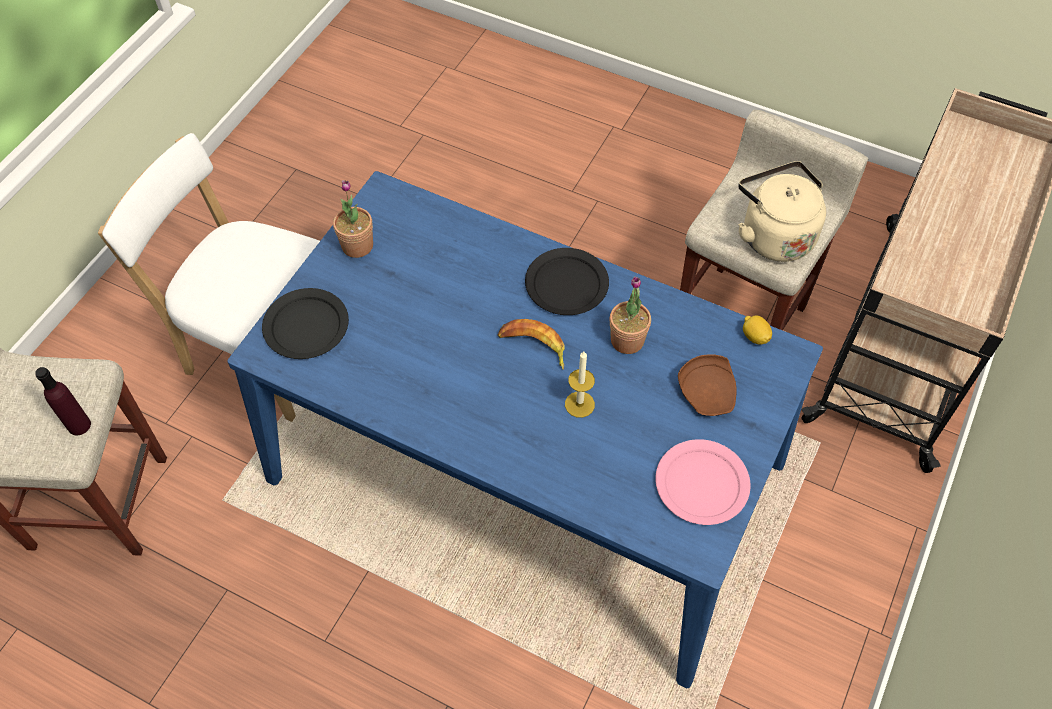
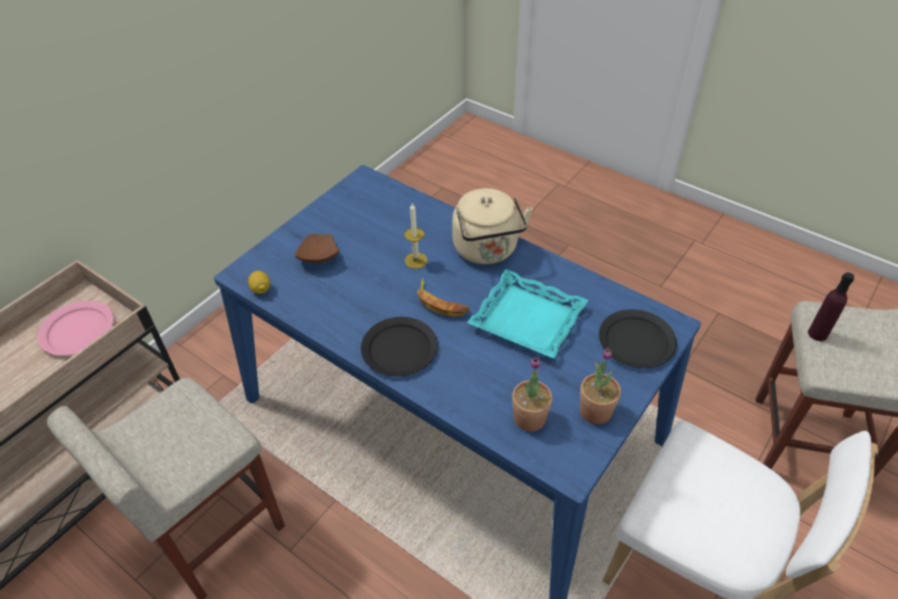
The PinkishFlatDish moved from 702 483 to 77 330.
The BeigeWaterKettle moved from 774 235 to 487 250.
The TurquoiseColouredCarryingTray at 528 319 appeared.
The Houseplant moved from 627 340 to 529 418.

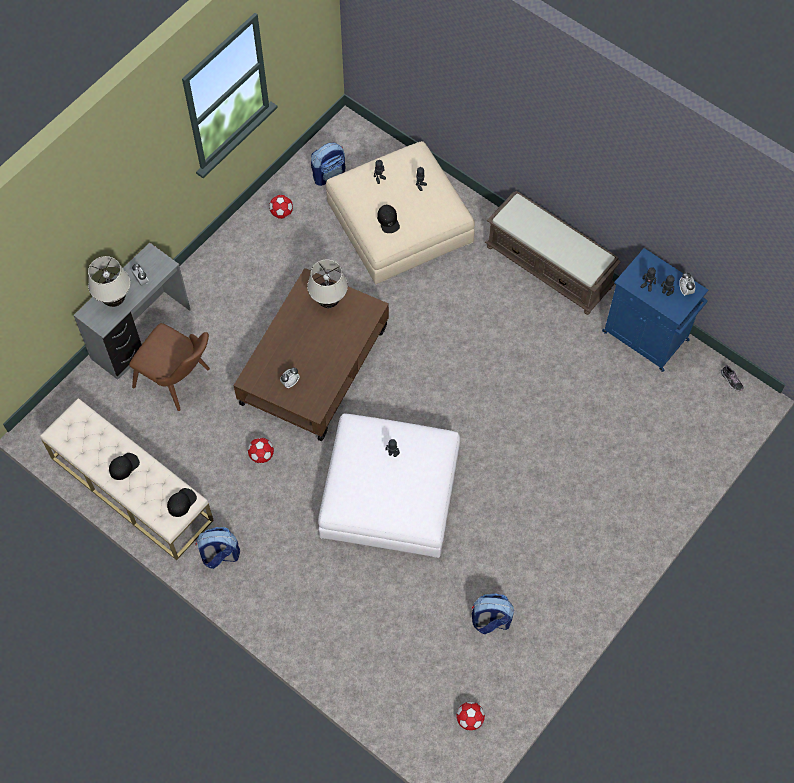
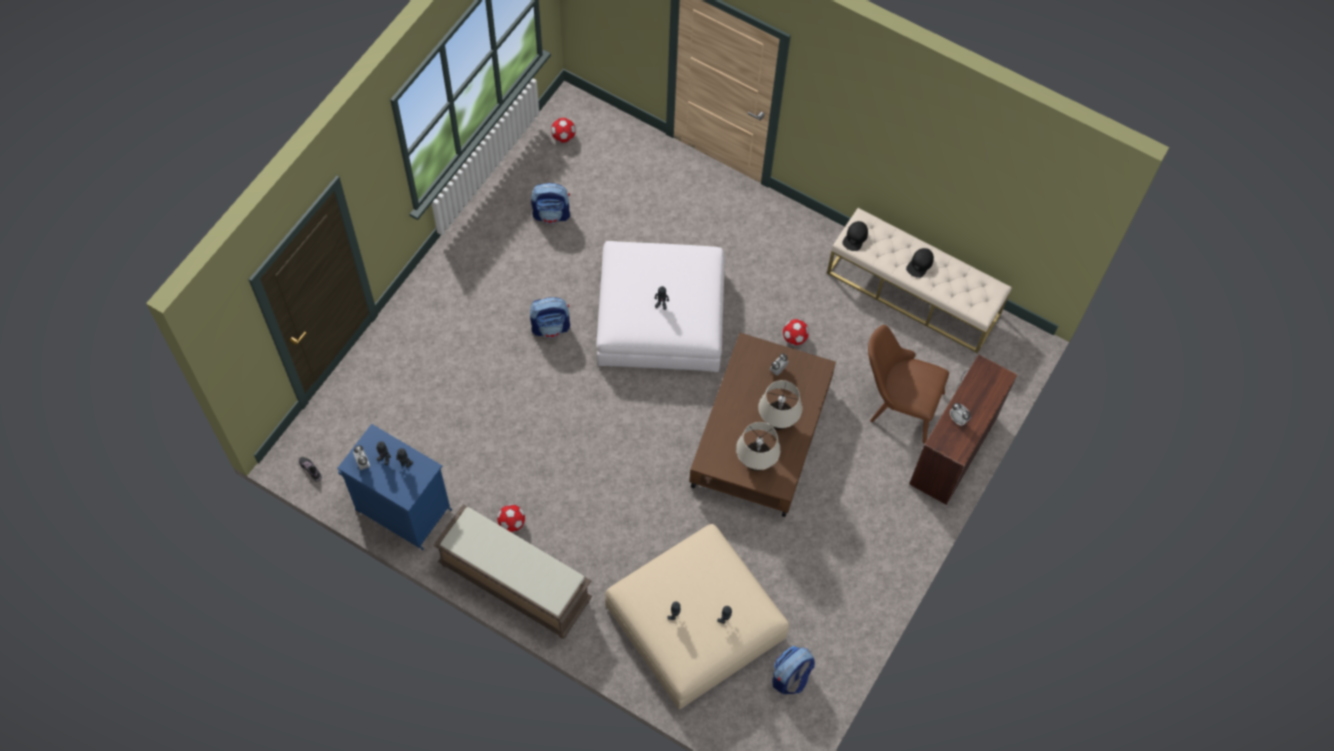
The FootballBall moved from 281 213 to 512 523.
The Rucksack moved from 220 555 to 551 327.
The BeigeTableLamp moved from 114 300 to 777 422.
The GrayDeskUnit at 142 334 became the BrownishDeskUnit at 952 450.
The BlackColouredPeakedCap at 388 220 disappeared.

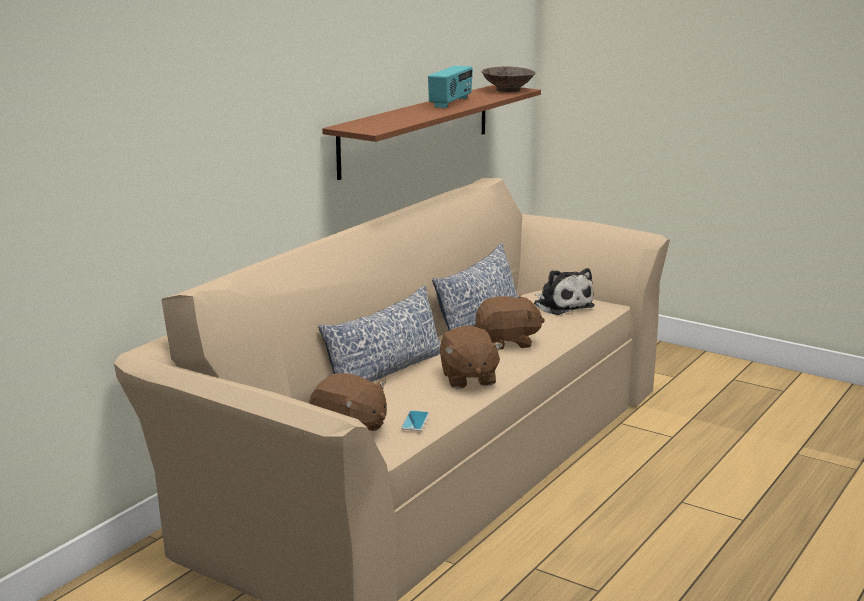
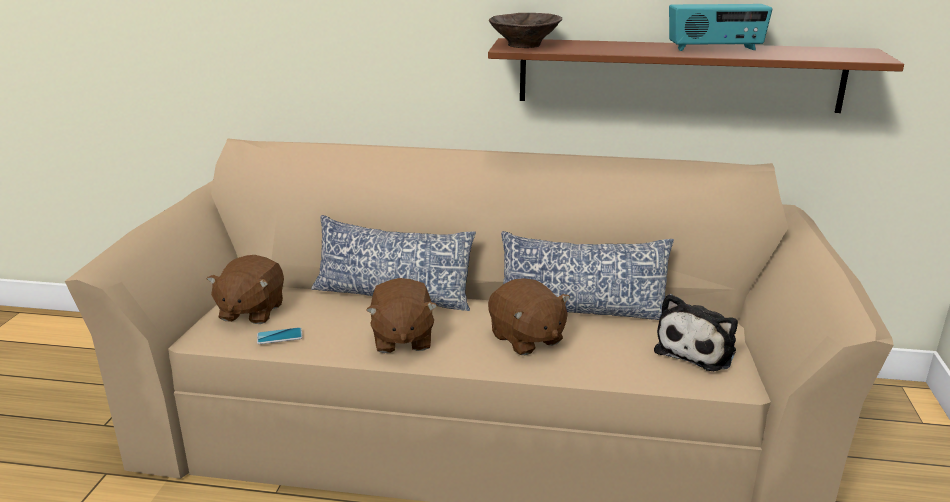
The BrownishSoftToy at 468 378 turned 60 degrees counterclockwise.
The BrownishBowl moved from 507 90 to 524 45.

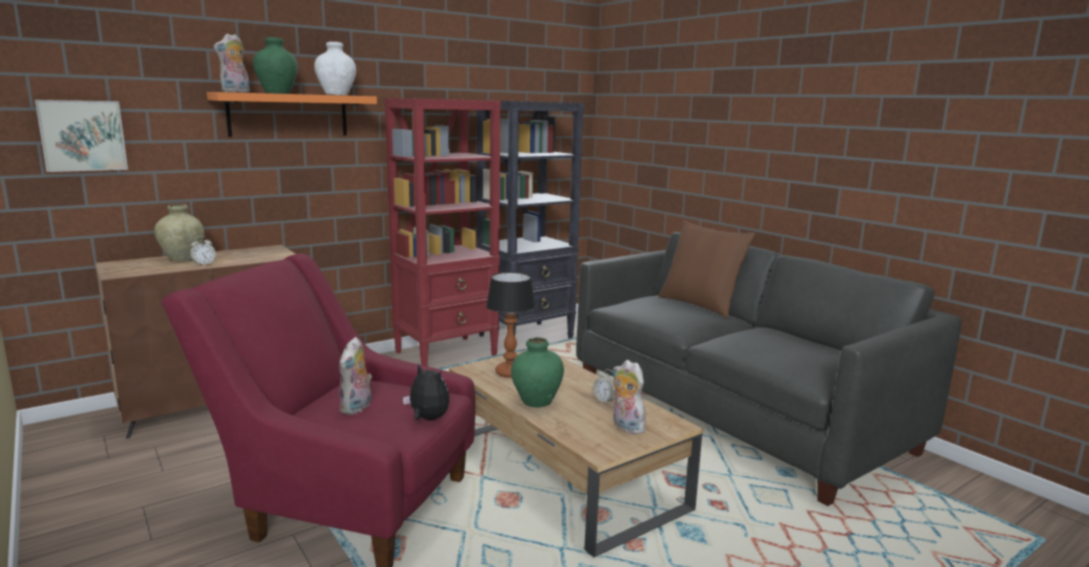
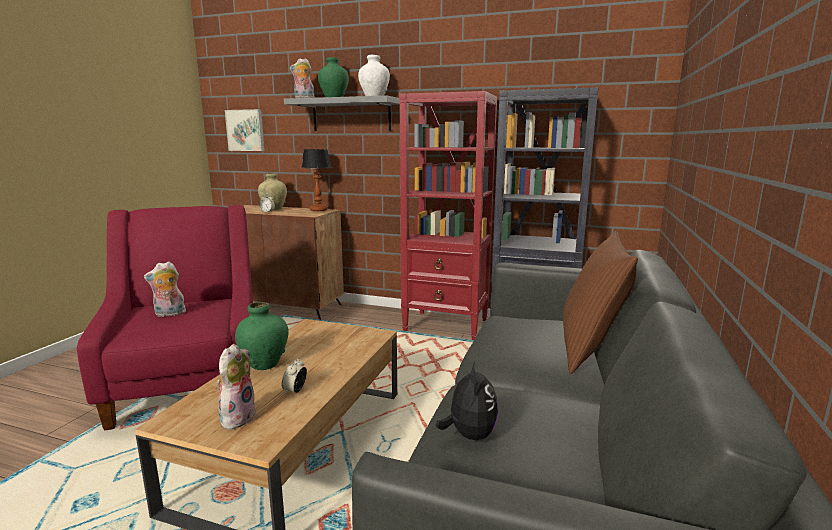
The OrangeBracketShelf at 288 115 became the GrayBracketShelf at 351 115.
The TableLamp moved from 509 373 to 318 210.
The SoftToy moved from 427 419 to 469 435.

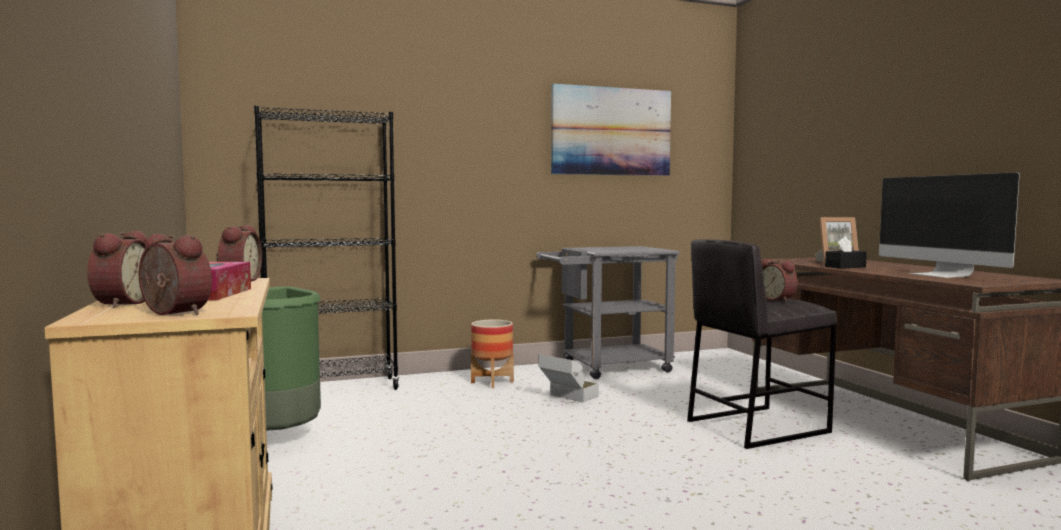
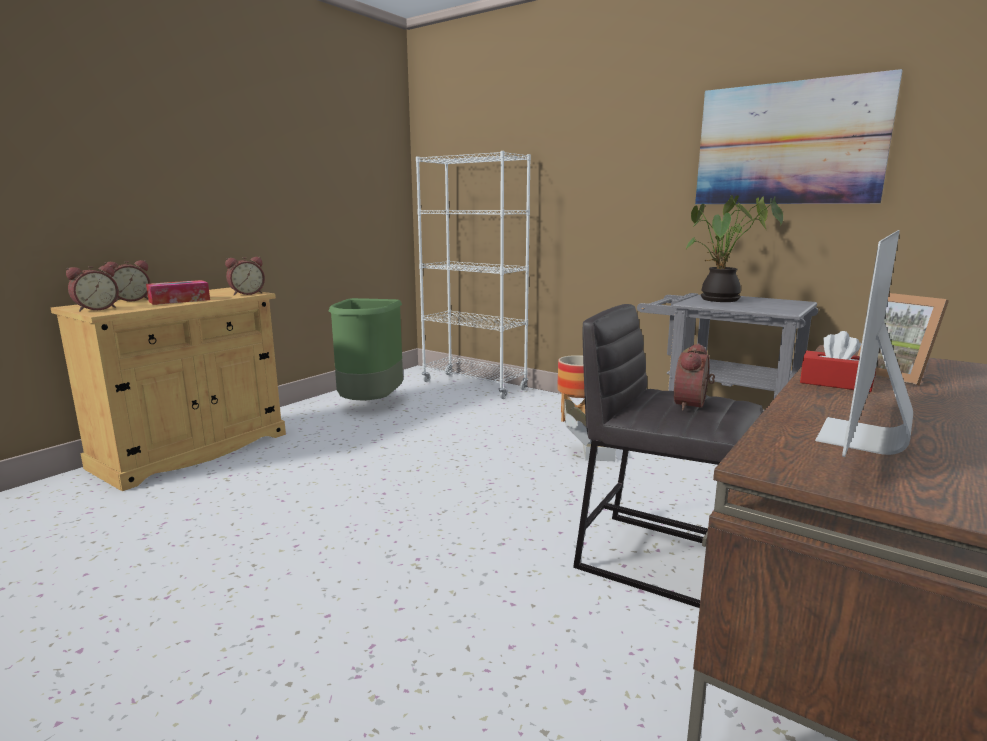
The AlarmClock at 171 313 turned 45 degrees clockwise.
The BlackColouredBookcase at 332 389 became the WhiteBookcase at 474 386.
The Houseplant at 720 300 appeared.
The BlackColouredTissueHolder at 845 267 became the RedColouredTissueHolder at 835 383.

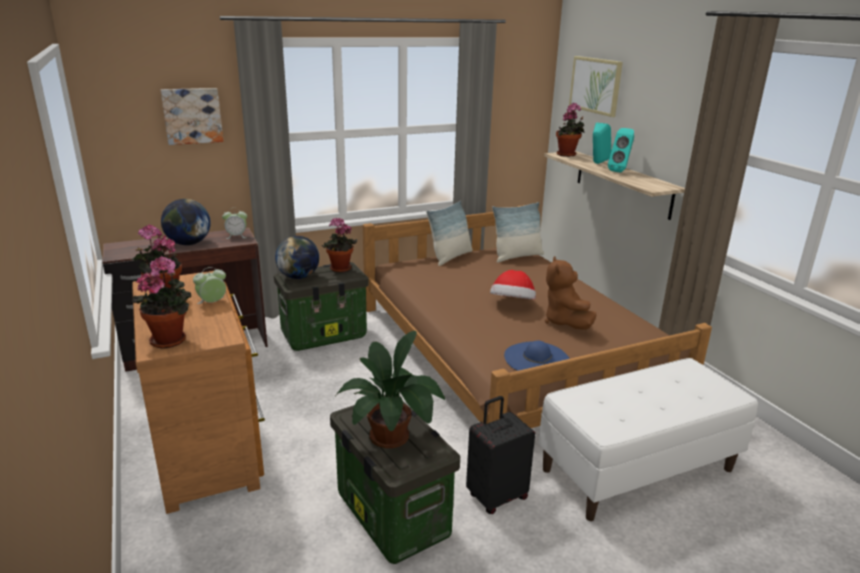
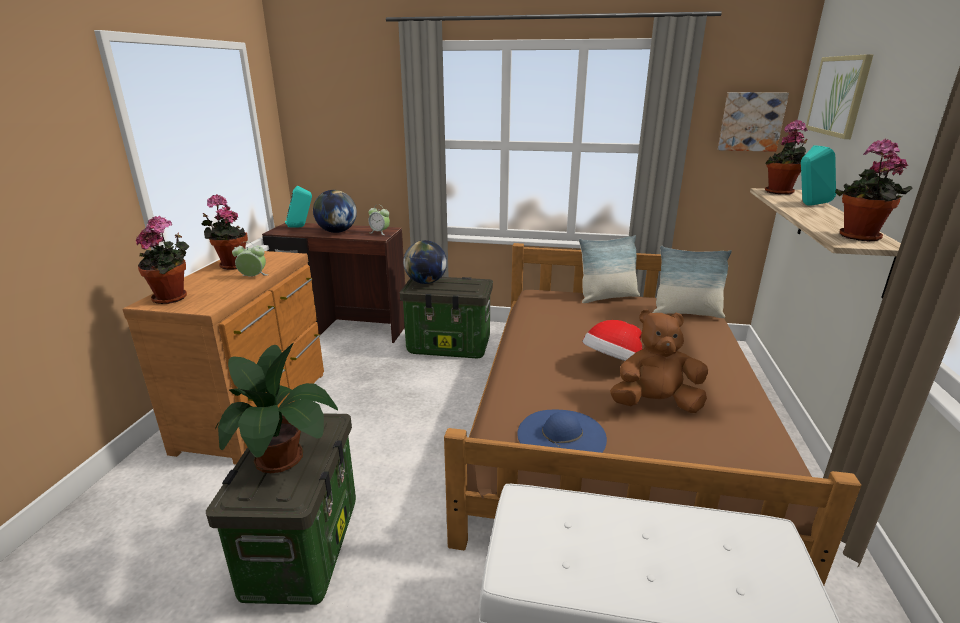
The TurquoiseColouredAudioSpeaker moved from 620 171 to 301 227.
The BrownishSoftToy at 565 322 turned 60 degrees clockwise.
The WallPicture moved from 192 115 to 751 121.
The Houseplant moved from 340 269 to 858 237.
The BlackColouredTravelCase at 496 496 disappeared.

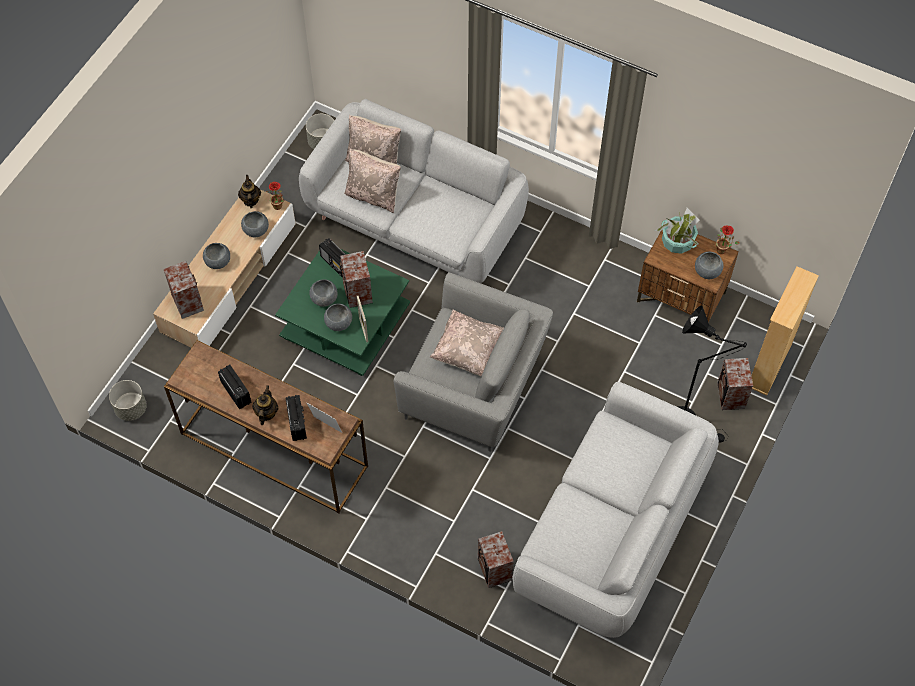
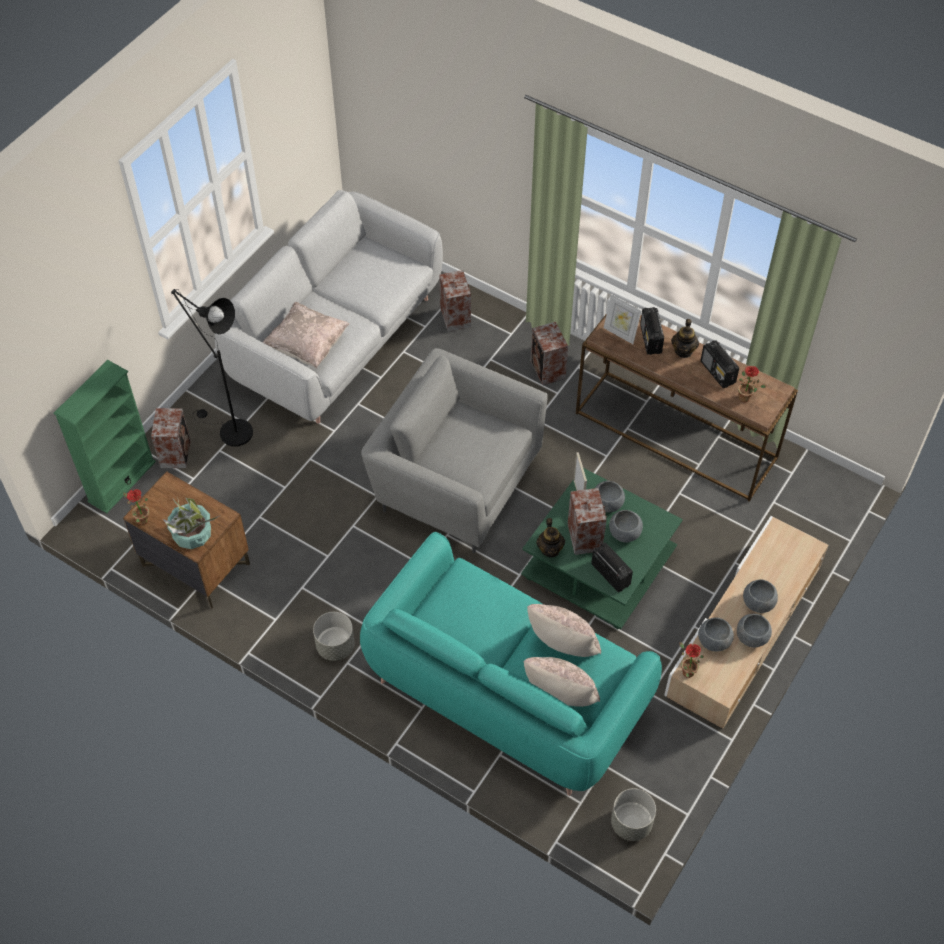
The BeigeBookcase at 769 365 became the GreenBookcase at 121 481.
The BeigeThrowPillow moved from 468 351 to 307 346.
The GrayPlantPot moved from 131 408 to 335 646.
The GraySettee at 416 220 became the TurquoiseColouredSettee at 506 691.
The AudioSpeaker moved from 187 301 to 547 371.
The PotForTea moved from 250 200 to 550 549.
The GrayBowl moved from 707 271 to 752 637.
The Houseplant at 746 398 appeared.

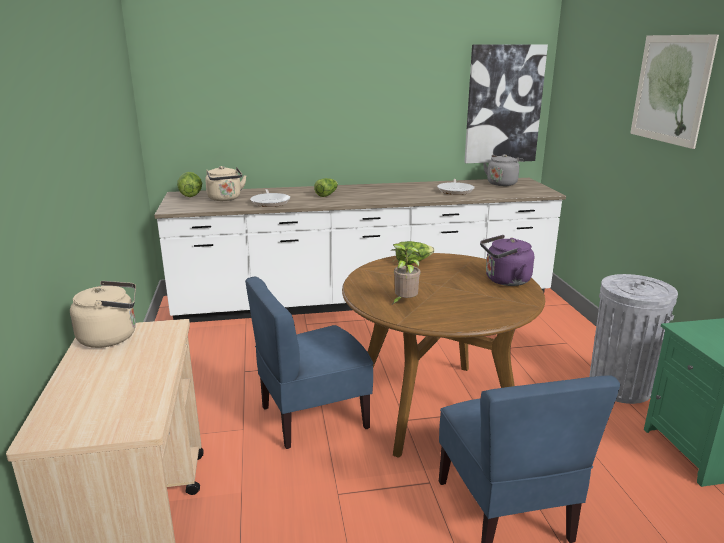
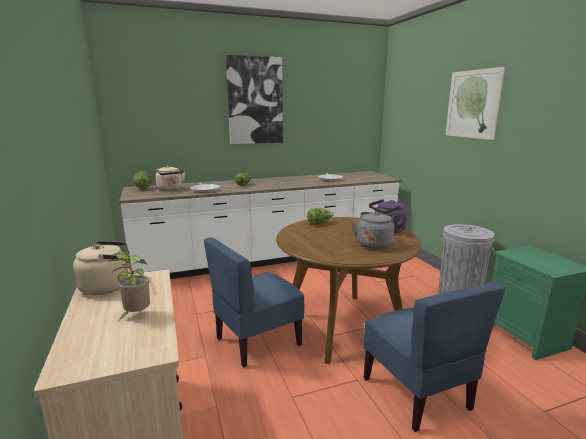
The Houseplant moved from 404 302 to 136 315.
The WallPicture moved from 503 104 to 255 101.
The GrayWaterKettle moved from 502 183 to 374 244.

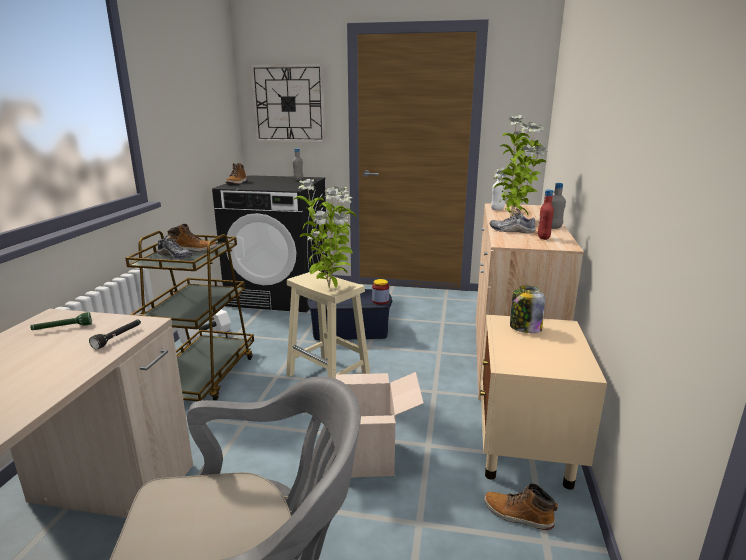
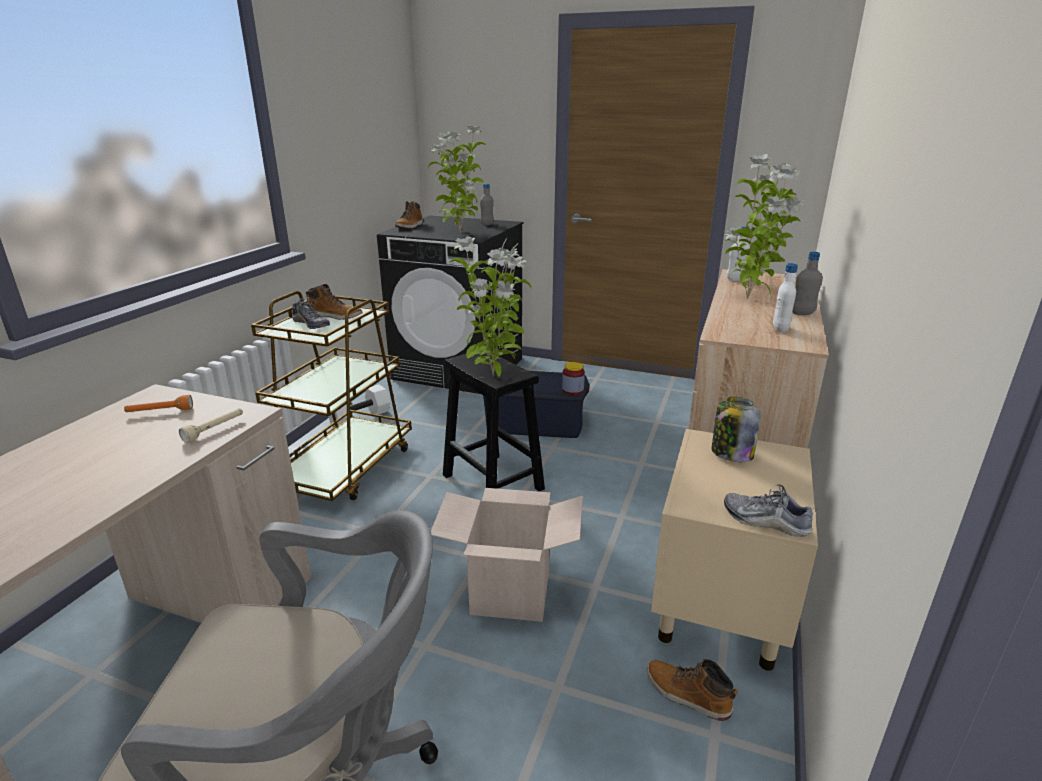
The GreenHandTorch at 62 328 became the OrangeHandTorch at 160 412.
The BlackColouredHandTorch at 118 338 became the BeigeHandTorch at 215 430.
The Houseplant at 459 232 appeared.
The BeigeSittingStool at 329 376 became the BlackColouredSittingStool at 494 483.
The Shoe moved from 511 230 to 765 521.
The RedColouredDrinkBottle at 543 238 became the WhiteDrinkBottle at 780 329.
The ClockOnTheWall at 288 104 disappeared.

